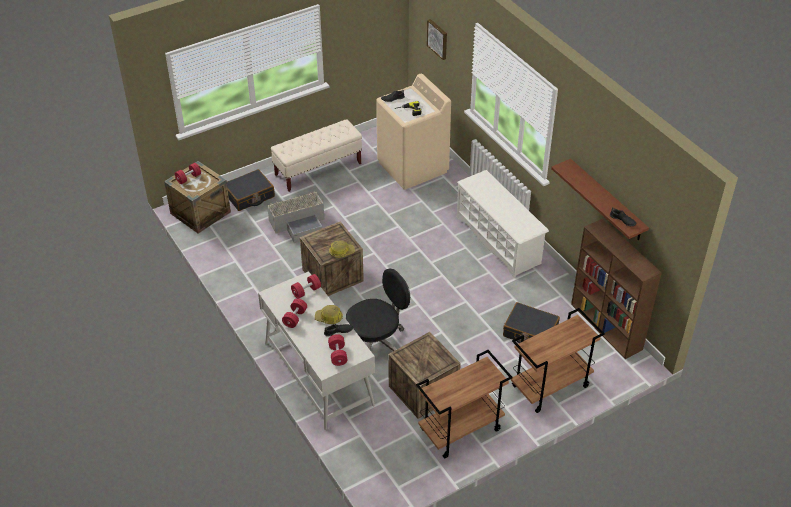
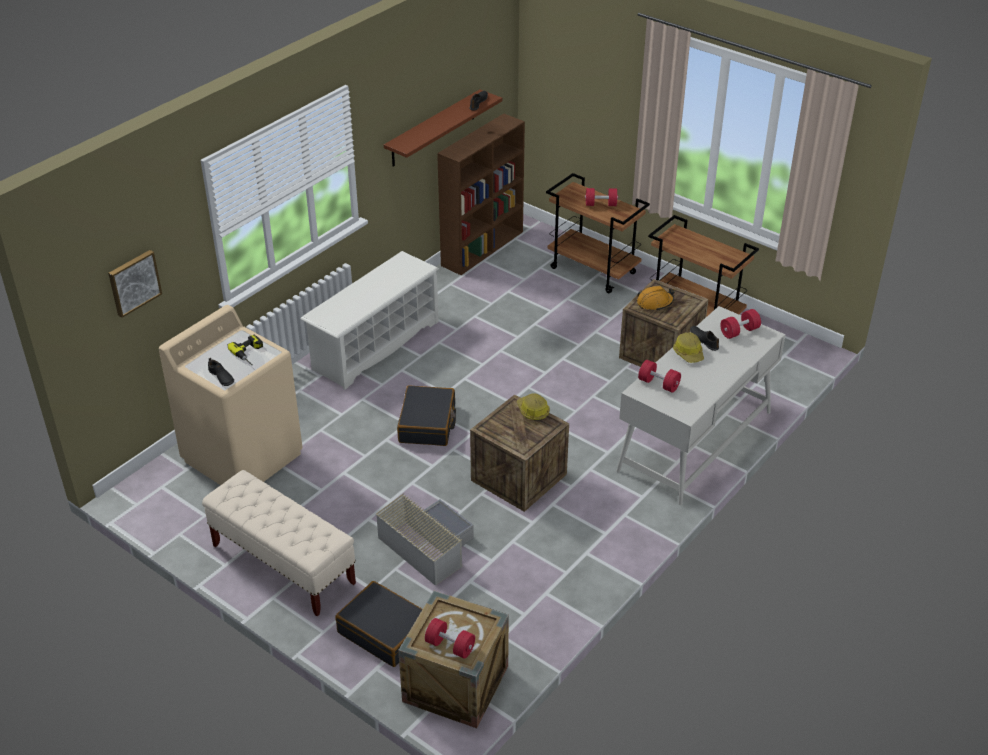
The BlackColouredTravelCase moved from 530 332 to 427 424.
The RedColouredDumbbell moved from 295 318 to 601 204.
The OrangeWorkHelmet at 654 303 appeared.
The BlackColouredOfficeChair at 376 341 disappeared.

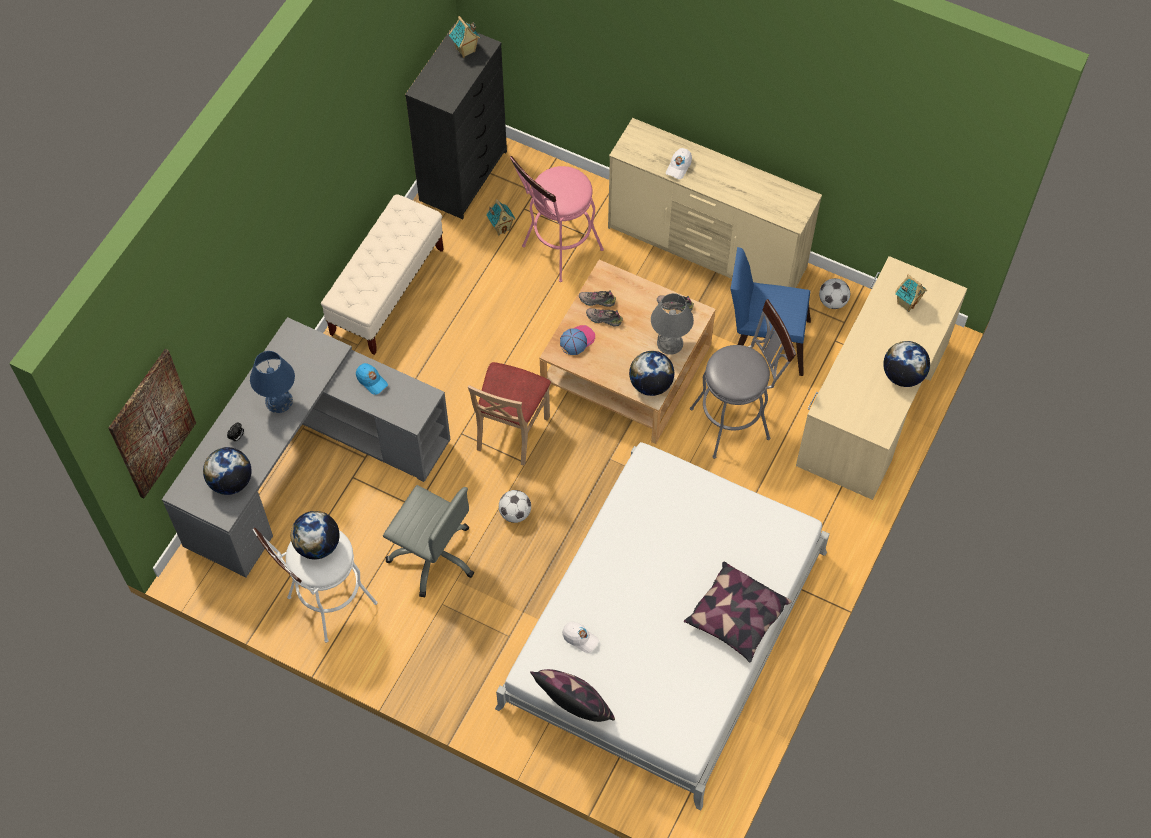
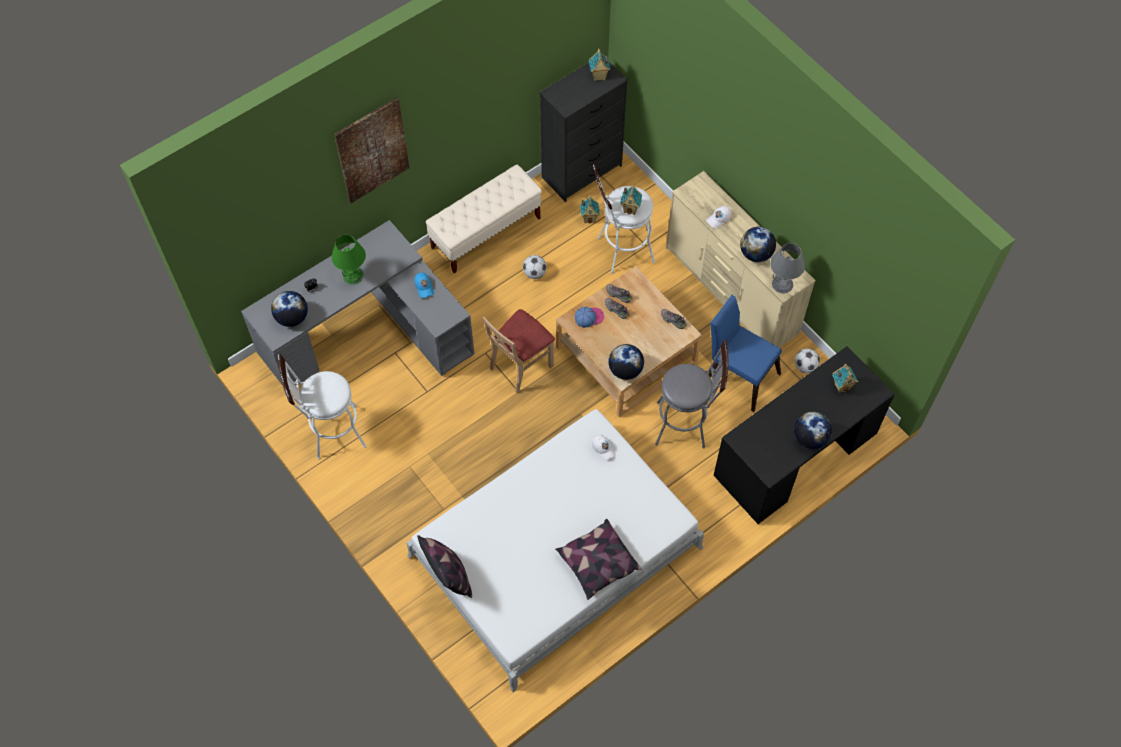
The BlueTableLamp at 279 401 became the GreenTableLamp at 353 275.
The WallPicture moved from 152 424 to 372 150.
The FootballBall moved from 515 513 to 534 273.
The WhitePeakedCap moved from 580 638 to 603 449.
The PinkishSittingStool at 557 251 became the WhiteSittingStool at 620 251.
The ToyHouse at 630 209 appeared.
The BeigeDeskUnit at 872 404 became the BlackColouredDeskUnit at 795 454.
The WorldGlobe moved from 318 545 to 756 254.
The GrayTableLamp moved from 670 343 to 782 284.
The GrayOfficeChair at 433 555 disappeared.

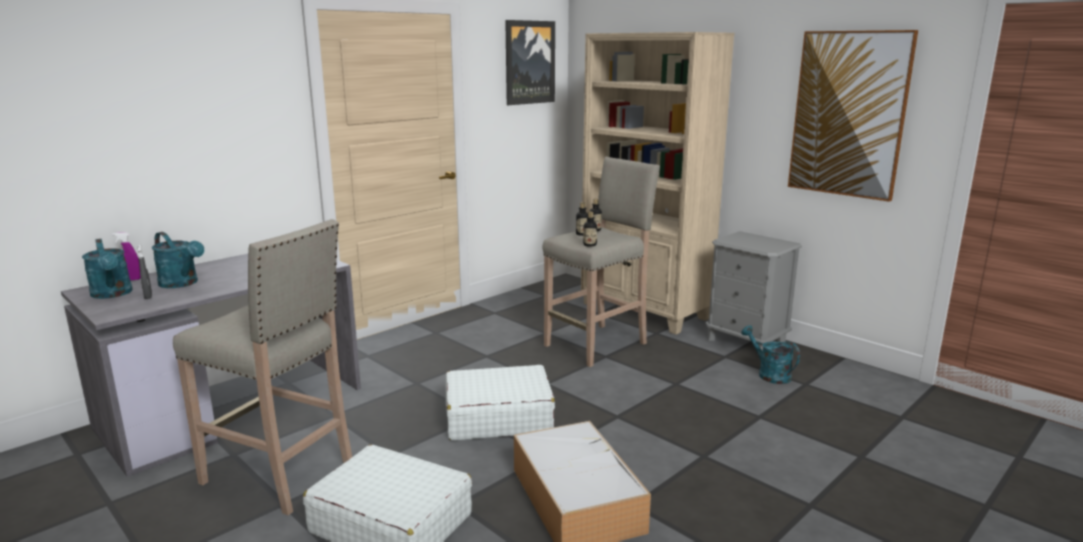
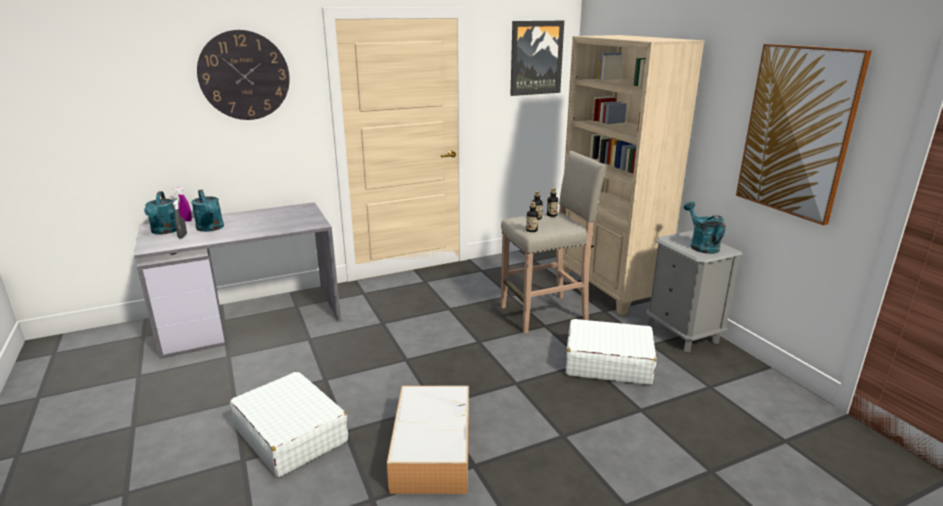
The ClockOnTheWall at 244 75 appeared.
The WhiteTravelCase moved from 498 417 to 607 363.
The TurquoiseColouredWateringPot moved from 769 374 to 701 246.
The BeigeSittingStool at 280 475 disappeared.

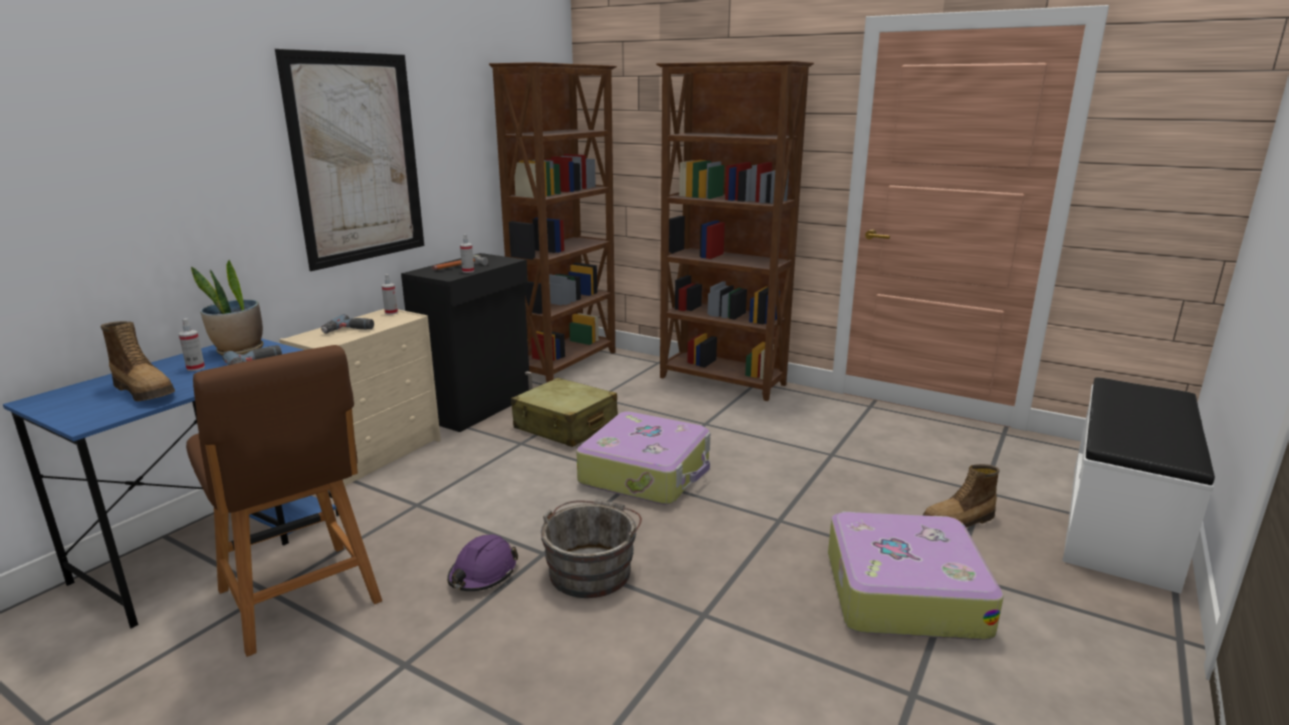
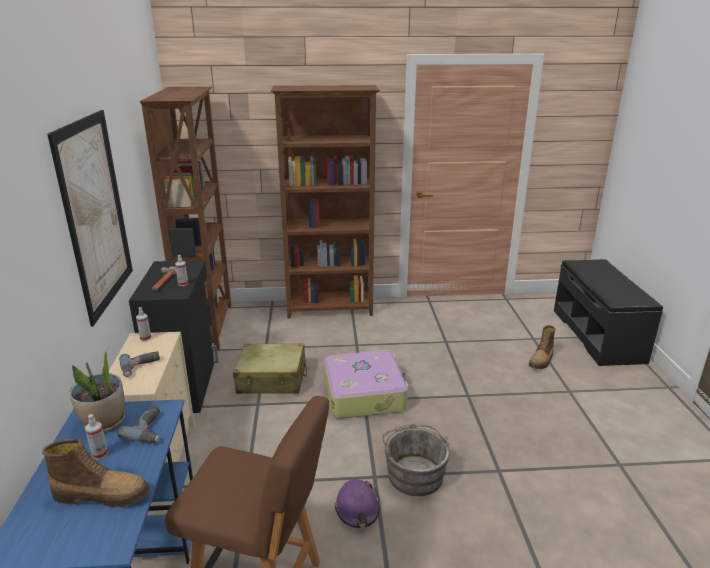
The WhiteLongSeat at 1122 523 became the BlackColouredLongSeat at 598 335.
The TravelCase at 902 592 disappeared.

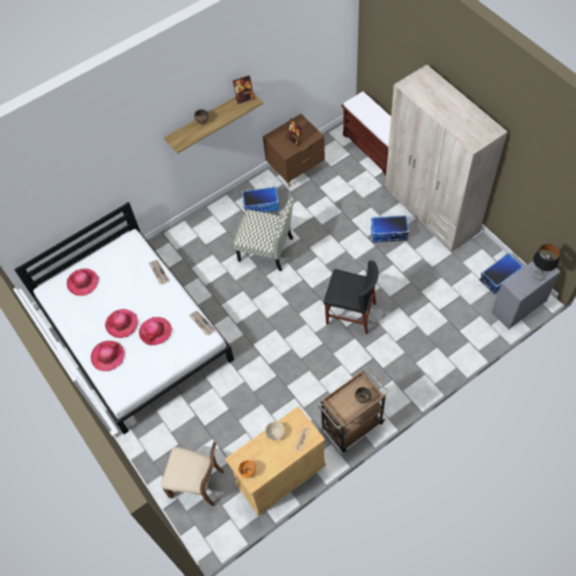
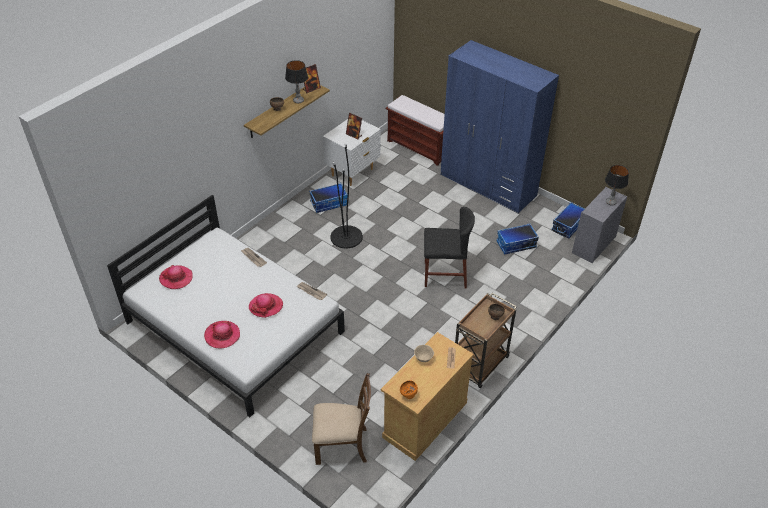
The TableLamp at 298 101 appeared.
The BrownishBedsideTable at 295 170 became the WhiteBedsideTable at 352 173.
The Chair at 267 249 was replaced by the BlackColouredStandingLamp at 346 237.
The BeigeClothesCupboard at 431 210 became the BlueClothesCupboard at 488 185.
The StorageBox moved from 388 233 to 516 245.
The Hat at 122 324 disappeared.

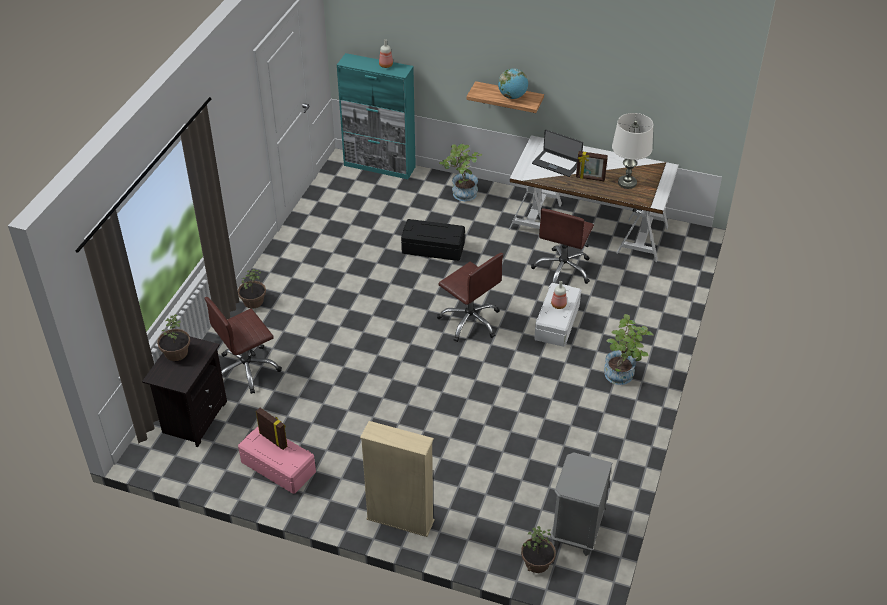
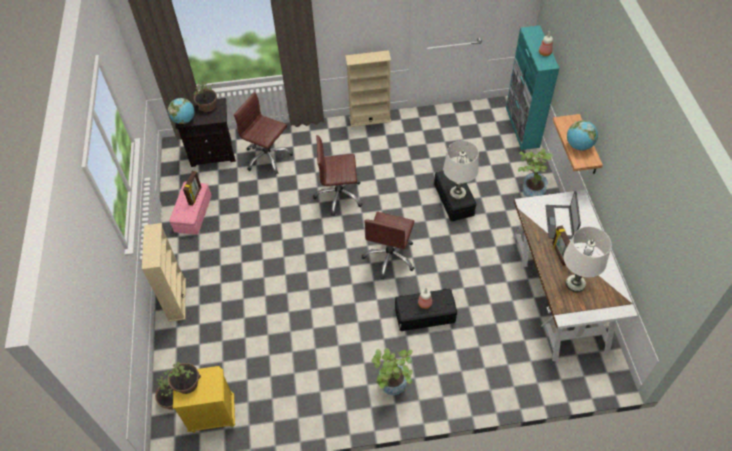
The Houseplant moved from 253 301 to 187 383.
The WorldGlobe at 184 120 appeared.
The GrayBedsideTable at 576 531 became the YellowishBedsideTable at 212 415.
The BrownishOfficeChair moved from 563 269 to 339 196.
The BeigeBookcase at 370 119 appeared.
The WhiteStorageBox at 557 323 became the BlackColouredStorageBox at 424 316.
The WhiteTableLamp at 457 193 appeared.

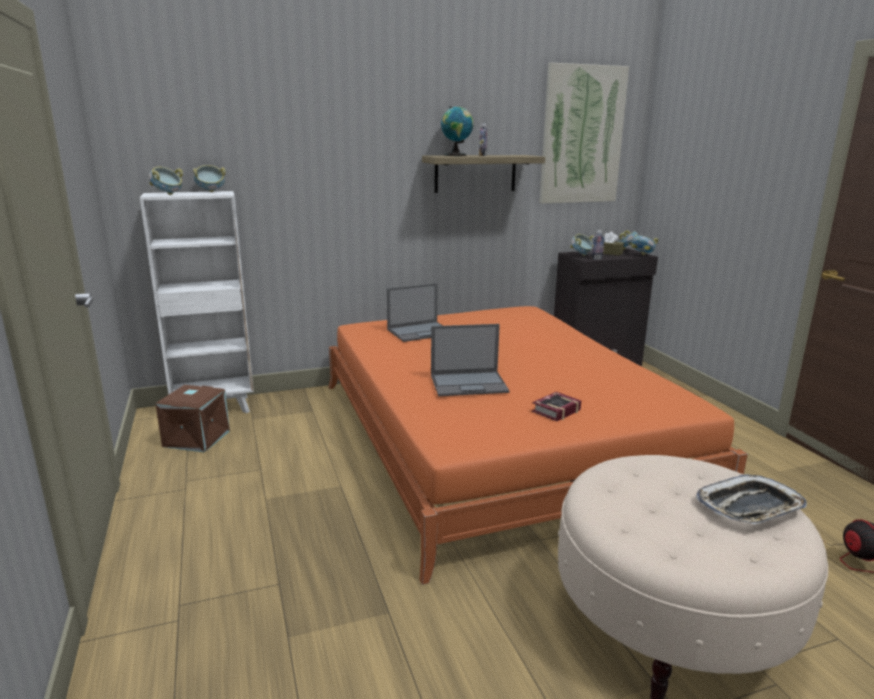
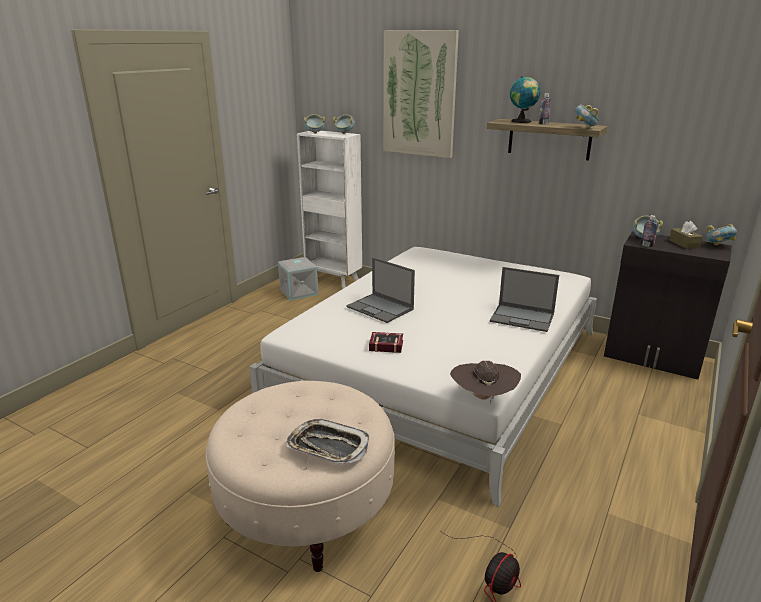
The OrangeBedroomBed at 496 438 became the WhiteBedroomBed at 440 367.
The BrownishStorageBox at 196 438 became the GrayStorageBox at 299 291.
The WallPicture moved from 582 135 to 419 94.
The BrownishHat at 483 398 appeared.
The PortableComputer moved from 421 332 to 523 318.
The Bowl moved from 642 255 to 585 128.

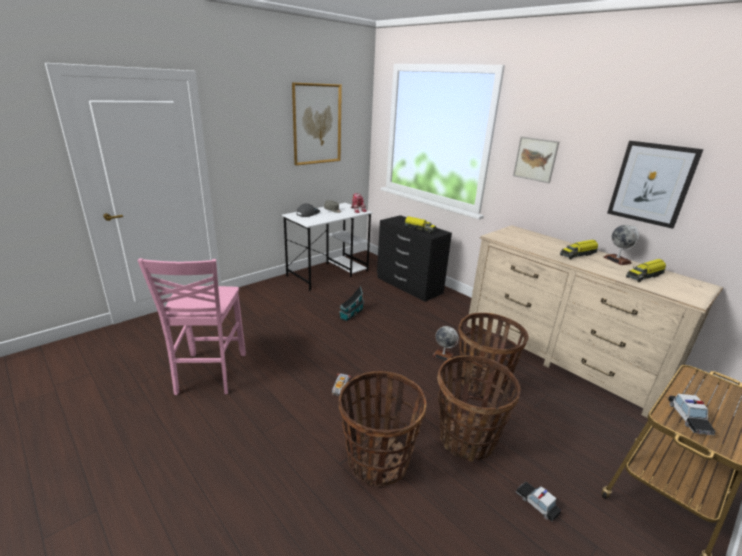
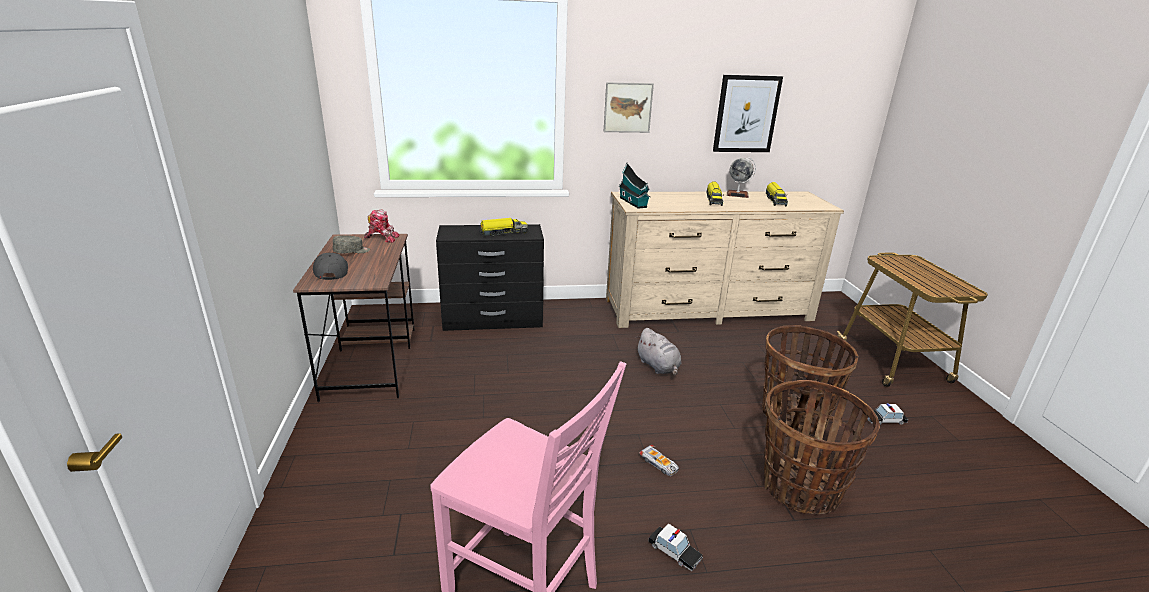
The WhiteDeskUnit at 328 273 became the BrownishDeskUnit at 371 361.
The ToyHouse moved from 351 314 to 633 203.
The WorldGlobe at 443 356 was replaced by the GraySoftToy at 658 367.
The ToyCar moved from 688 418 to 674 552.
The WallPicture at 317 124 disappeared.
The Basket at 482 382 disappeared.

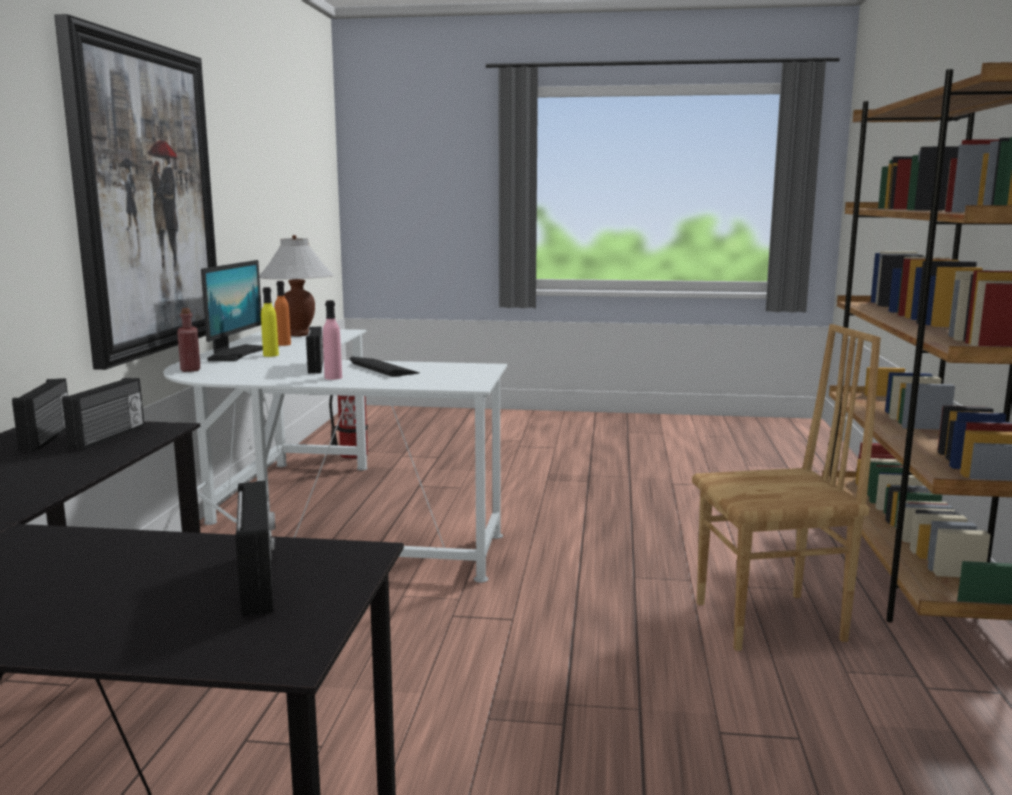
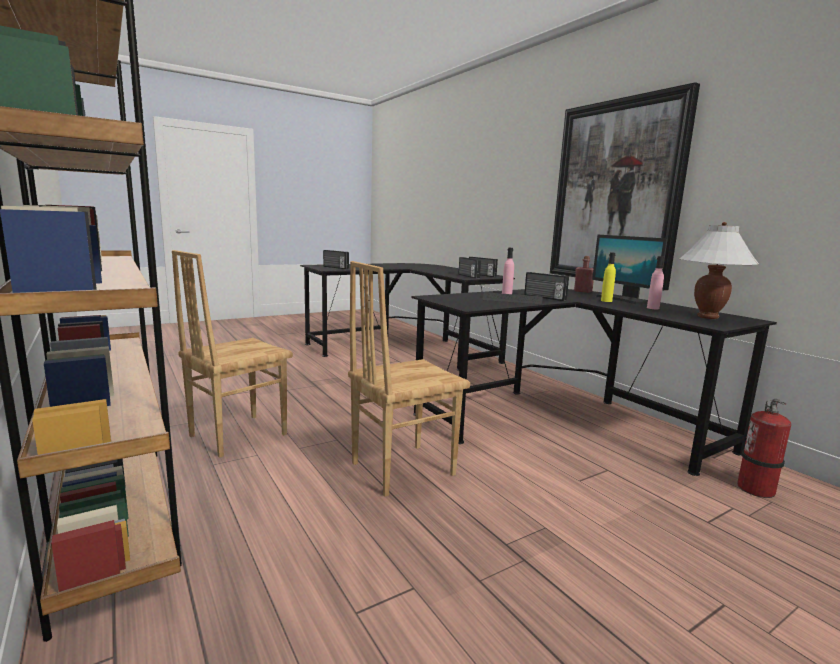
The BrownishChair at 401 468 appeared.
The WhiteDeskUnit at 322 523 became the BlackColouredDeskUnit at 564 419.
The OrangeDrinkBottle at 283 344 became the PinkishDrinkBottle at 653 308.

